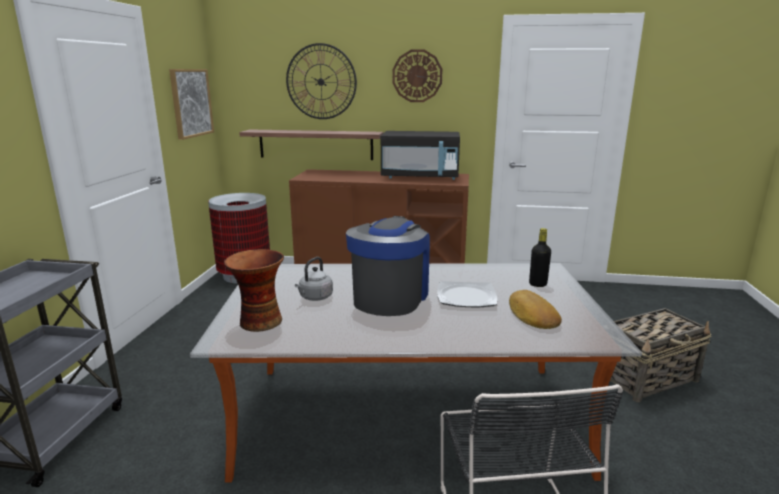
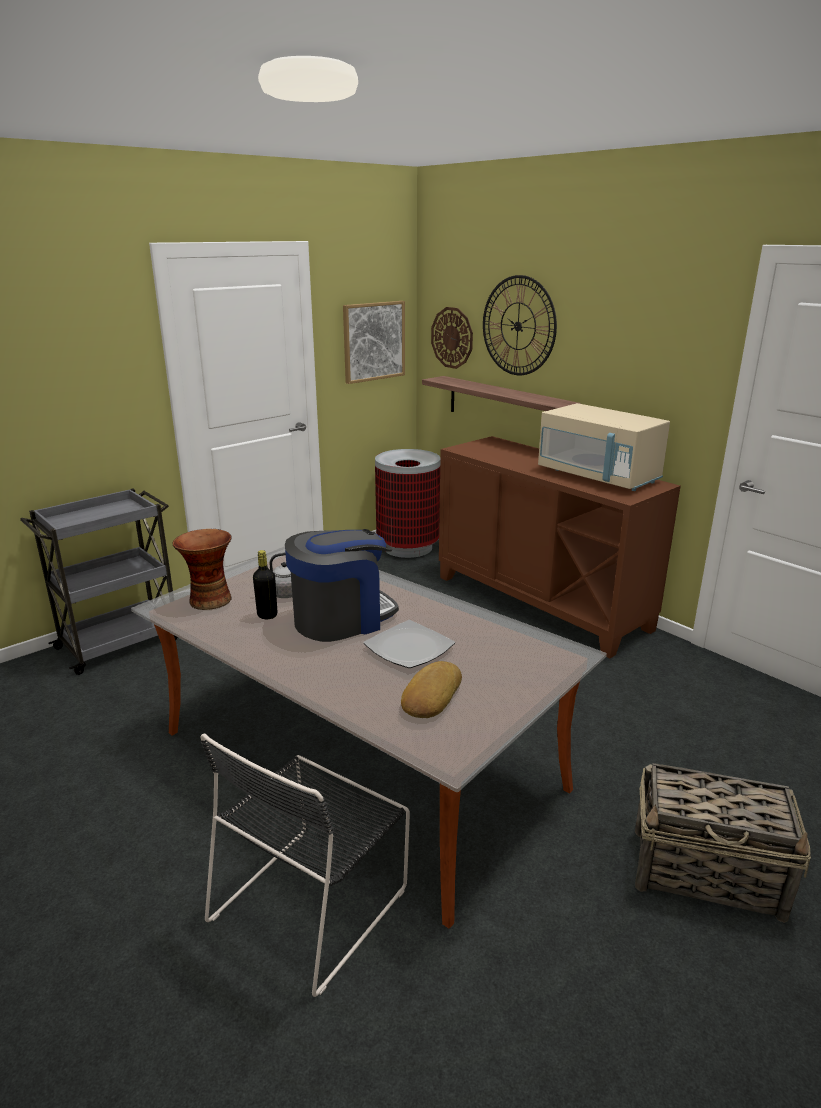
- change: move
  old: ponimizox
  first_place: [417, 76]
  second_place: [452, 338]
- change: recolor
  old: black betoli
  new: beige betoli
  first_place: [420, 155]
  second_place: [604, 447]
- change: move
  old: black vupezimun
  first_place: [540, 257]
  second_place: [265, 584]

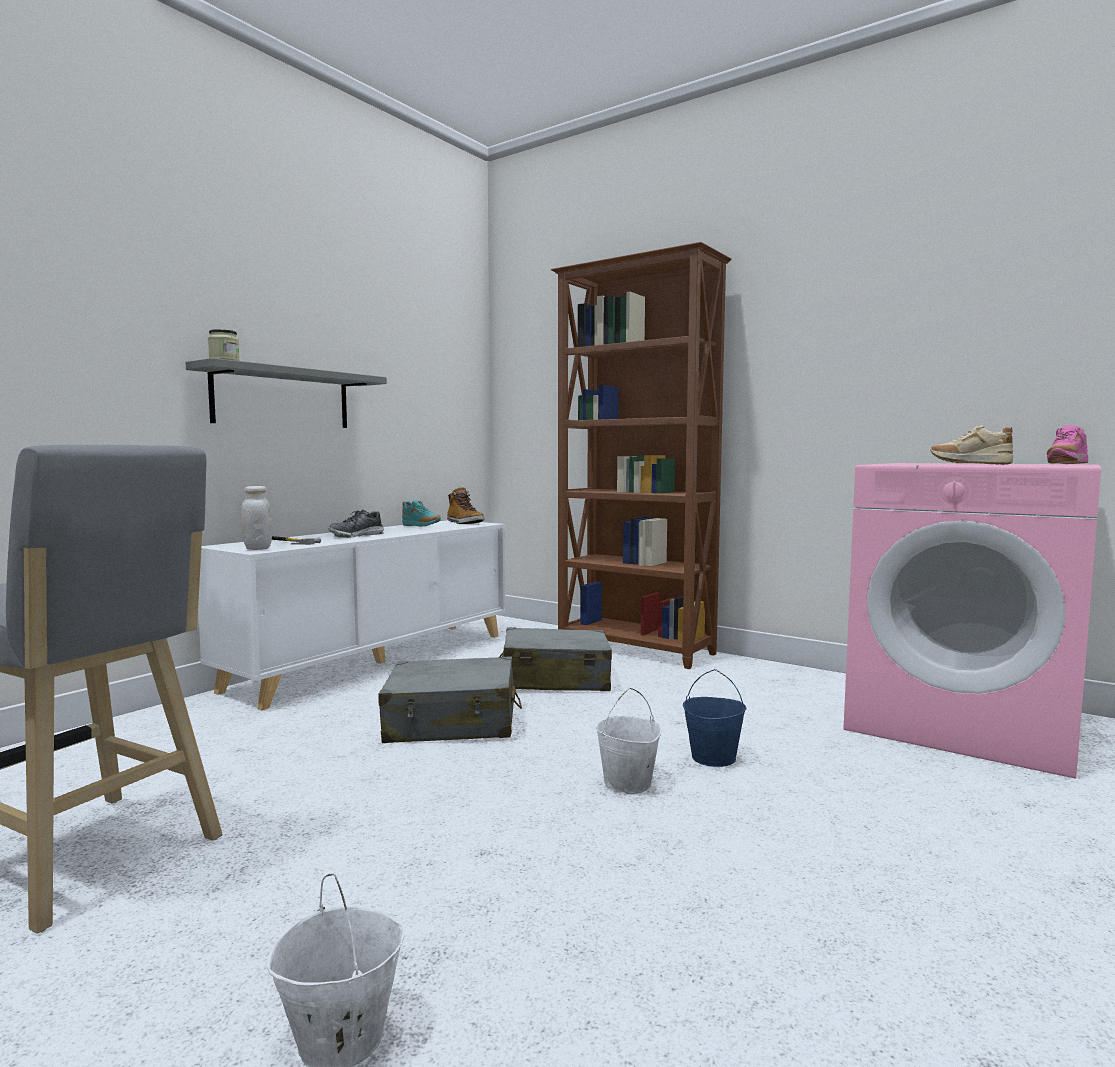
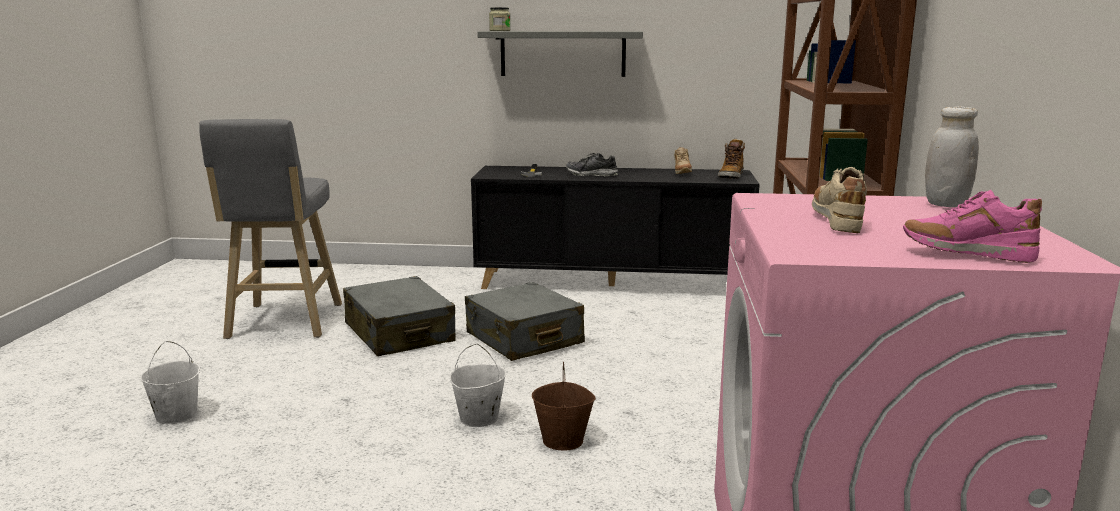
- change: move
  old: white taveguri
  first_place: [256, 518]
  second_place: [952, 156]
- change: recolor
  old: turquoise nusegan
  new: beige nusegan
  first_place: [421, 513]
  second_place: [683, 160]
- change: recolor
  old: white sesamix
  new: black sesamix
  first_place: [352, 615]
  second_place: [615, 227]
- change: move
  old: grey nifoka
  first_place: [555, 659]
  second_place: [399, 316]
- change: recolor
  old: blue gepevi
  new: brown gepevi
  first_place: [714, 718]
  second_place: [564, 406]

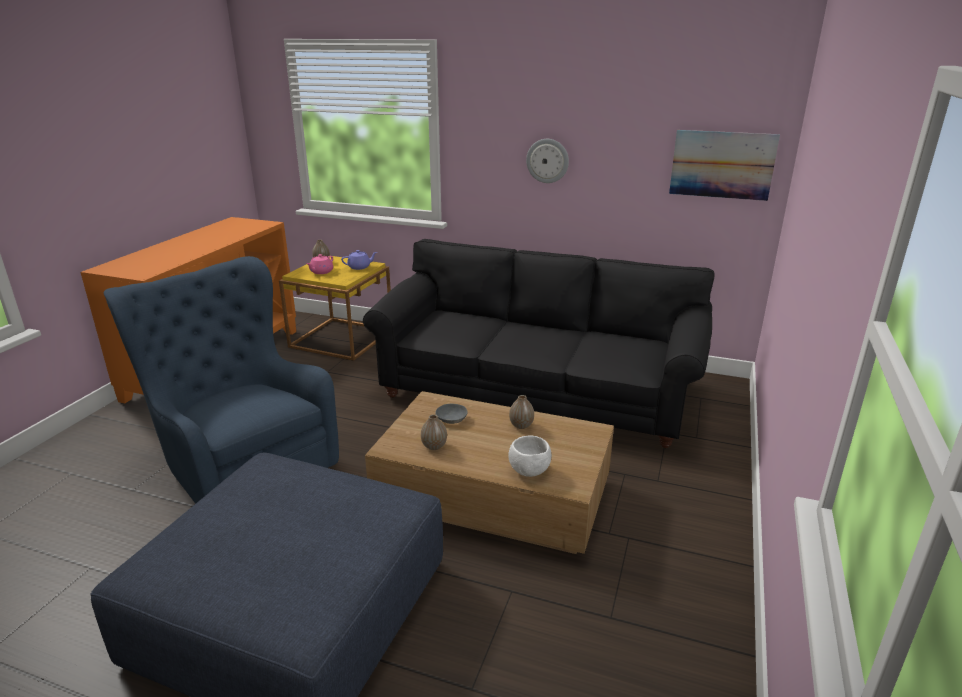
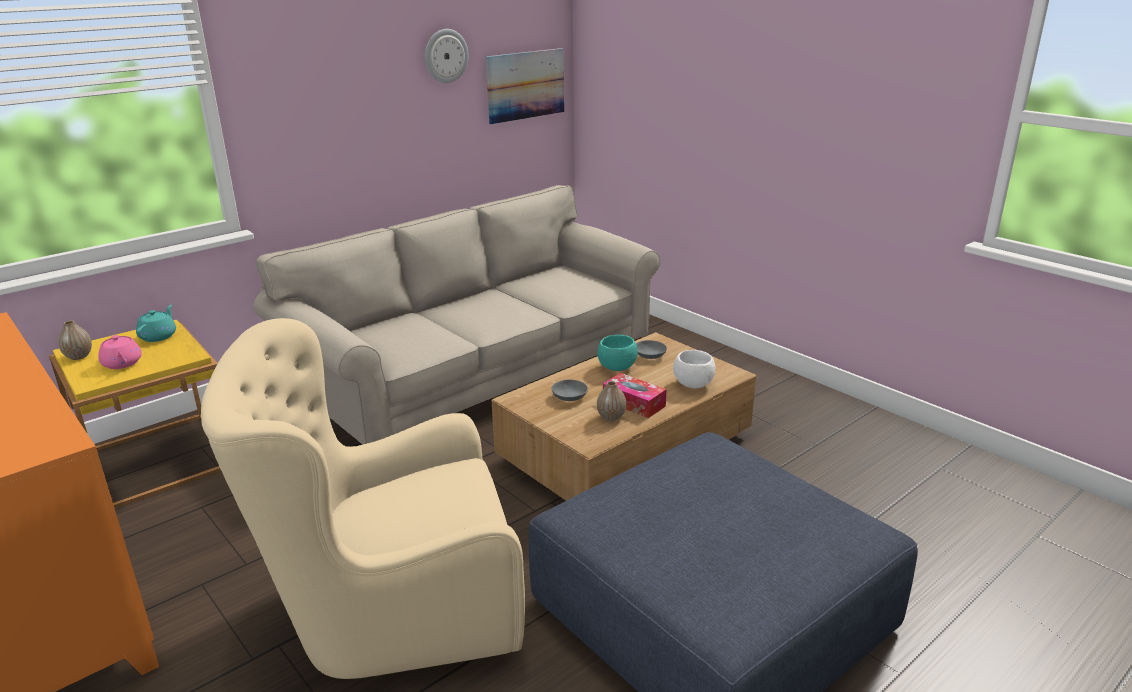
- change: move
  old: ponimizox
  first_place: [547, 161]
  second_place: [446, 56]
- change: recolor
  old: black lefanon
  new: beige lefanon
  first_place: [539, 343]
  second_place: [456, 315]
- change: recolor
  old: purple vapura
  new: turquoise vapura
  first_place: [359, 260]
  second_place: [156, 323]
- change: recolor
  old: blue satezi
  new: beige satezi
  first_place: [221, 380]
  second_place: [363, 498]
- change: replace
  old: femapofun
  new: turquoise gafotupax
  first_place: [521, 412]
  second_place: [618, 353]
- change: insert
  new: grey gafotupax
  second_place: [651, 349]
- change: insert
  new: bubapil
  second_place: [635, 395]

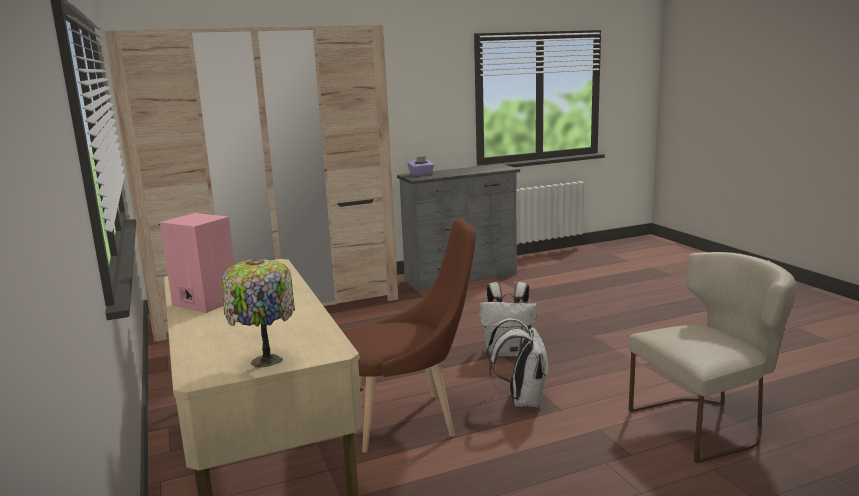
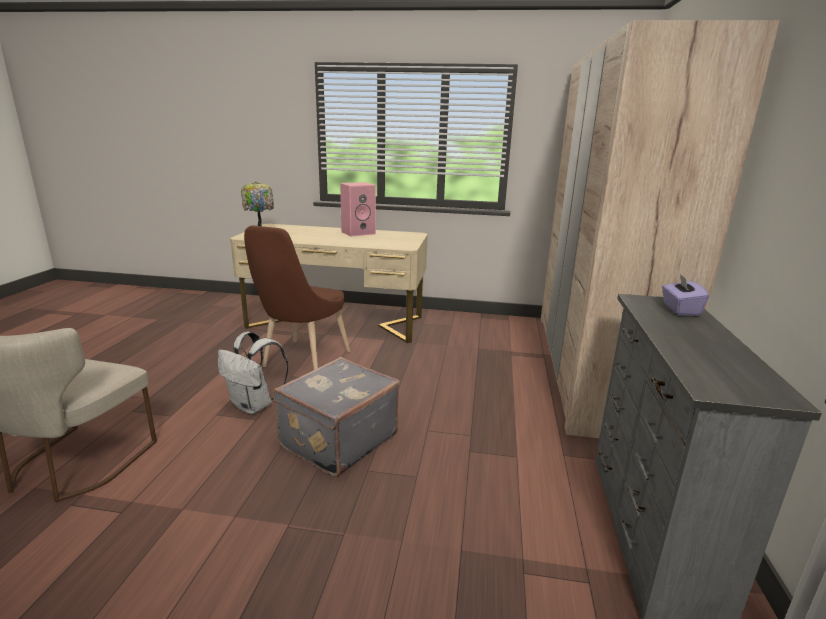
- change: replace
  old: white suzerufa
  new: grey nifoka
  first_place: [508, 319]
  second_place: [336, 417]

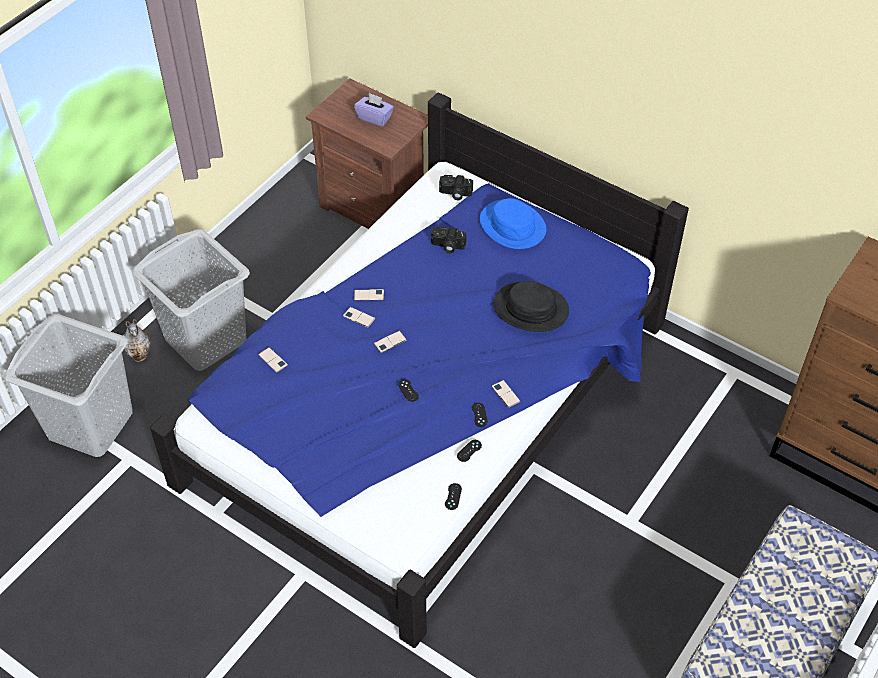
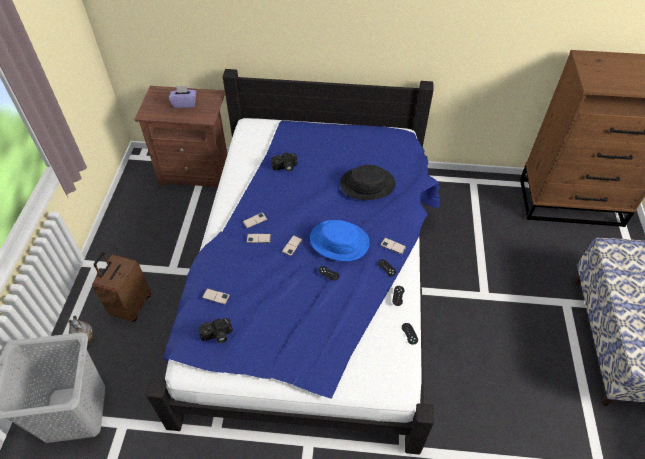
- change: move
  old: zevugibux
  first_place: [456, 187]
  second_place: [215, 330]
- change: move
  old: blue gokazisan
  first_place: [513, 223]
  second_place: [340, 240]
- change: replace
  old: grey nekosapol
  new: brown nifoka
  first_place: [191, 300]
  second_place: [121, 287]

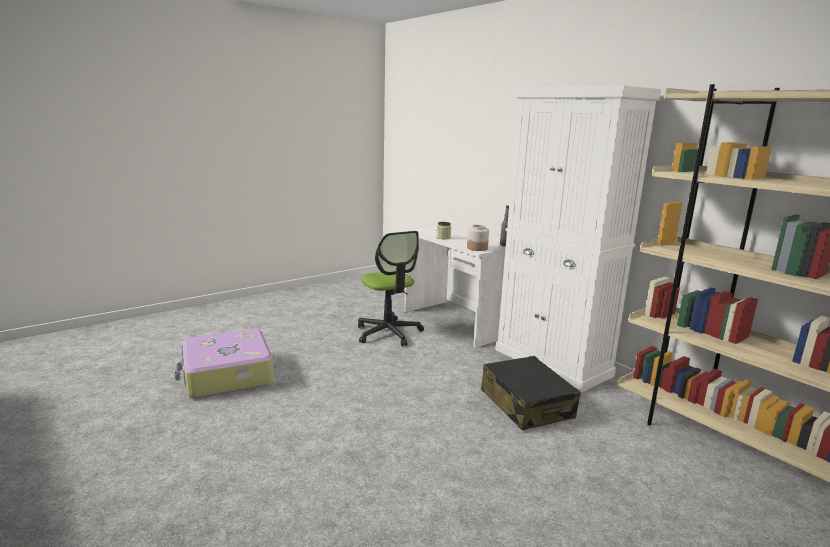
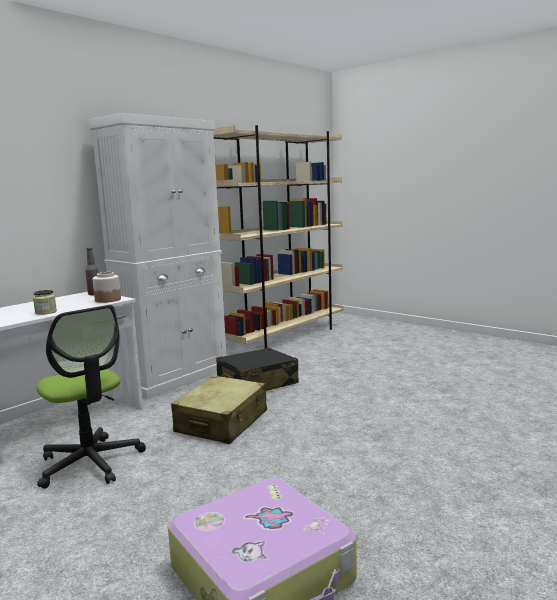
- change: rotate
  old: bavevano
  first_place: [391, 288]
  second_place: [91, 397]
  degrees: 90
- change: insert
  new: beige nifoka
  second_place: [219, 409]

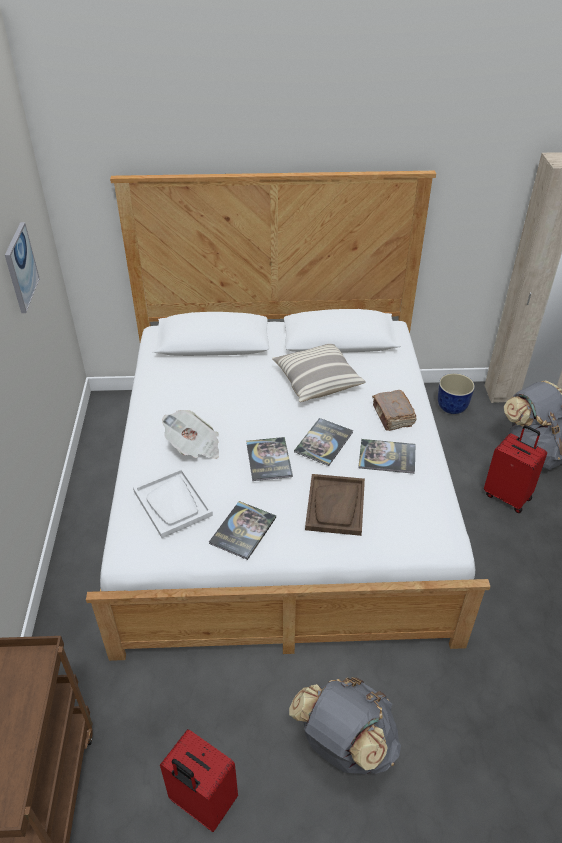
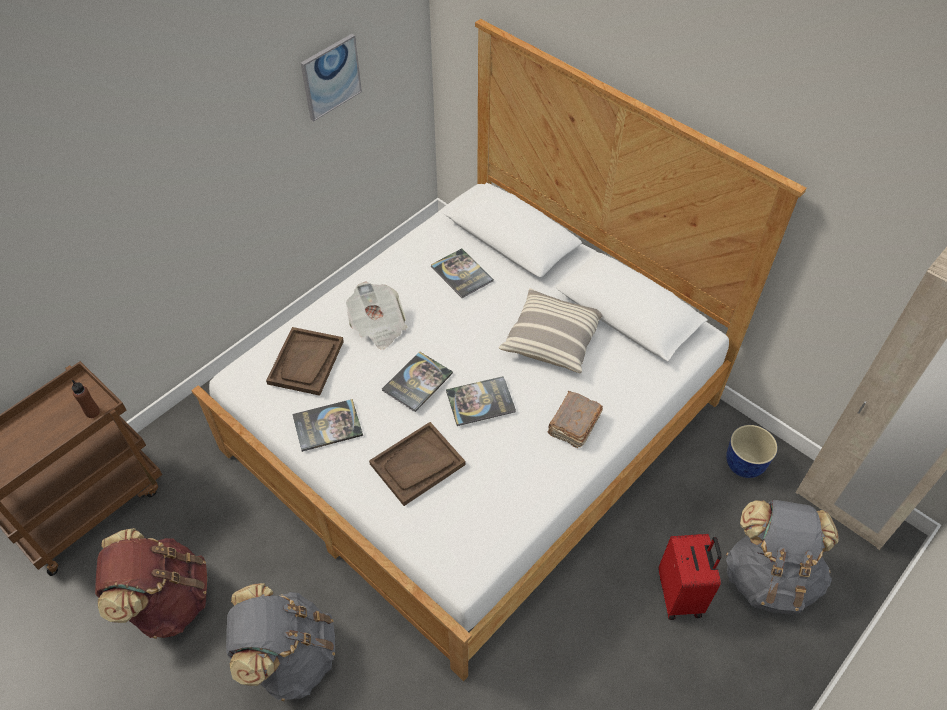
- change: move
  old: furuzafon
  first_place: [386, 456]
  second_place: [462, 273]
- change: recolor
  old: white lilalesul
  new: brown lilalesul
  first_place: [173, 503]
  second_place: [305, 361]
- change: replace
  old: red nifoka
  new: brown suzerufa
  first_place: [199, 780]
  second_place: [151, 583]
- change: insert
  new: brown vupezimun
  second_place: [86, 399]

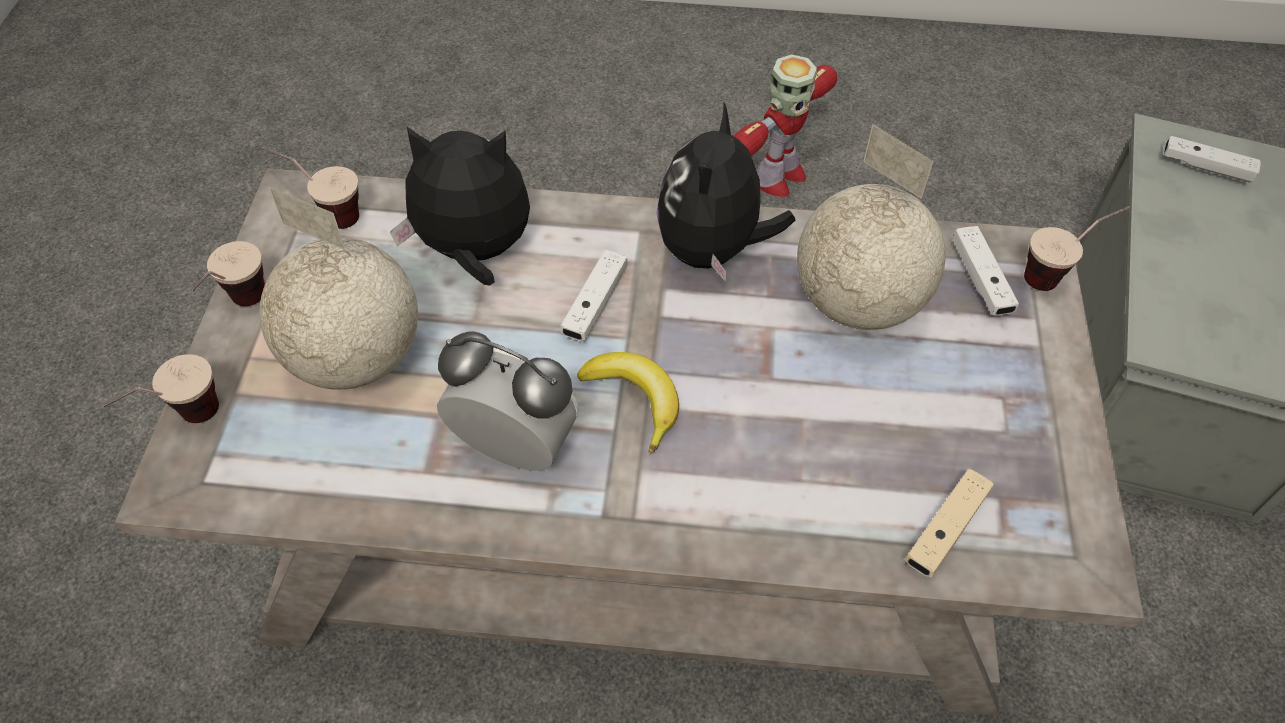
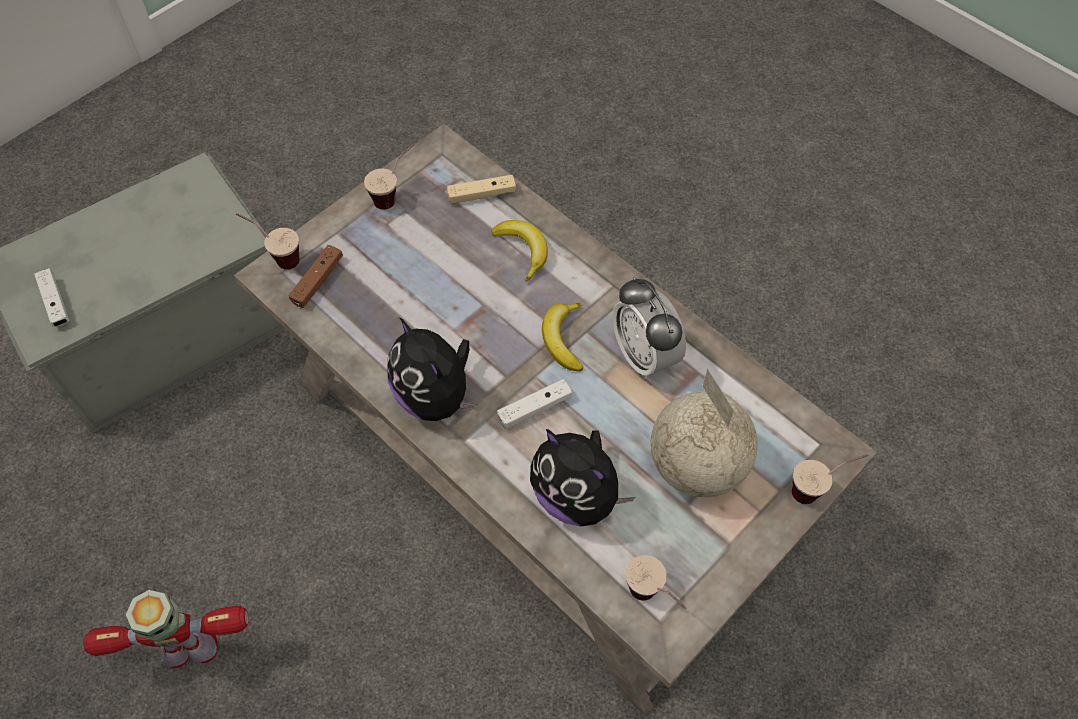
- change: rotate
  old: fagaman
  first_place: [725, 192]
  second_place: [433, 369]
  degrees: 90
- change: delete
  old: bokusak
  first_place: [871, 227]
- change: recolor
  old: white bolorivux
  new: brown bolorivux
  first_place: [986, 271]
  second_place: [315, 276]
- change: move
  old: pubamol
  first_place: [227, 273]
  second_place: [389, 177]
- change: insert
  new: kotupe
  second_place: [519, 251]

